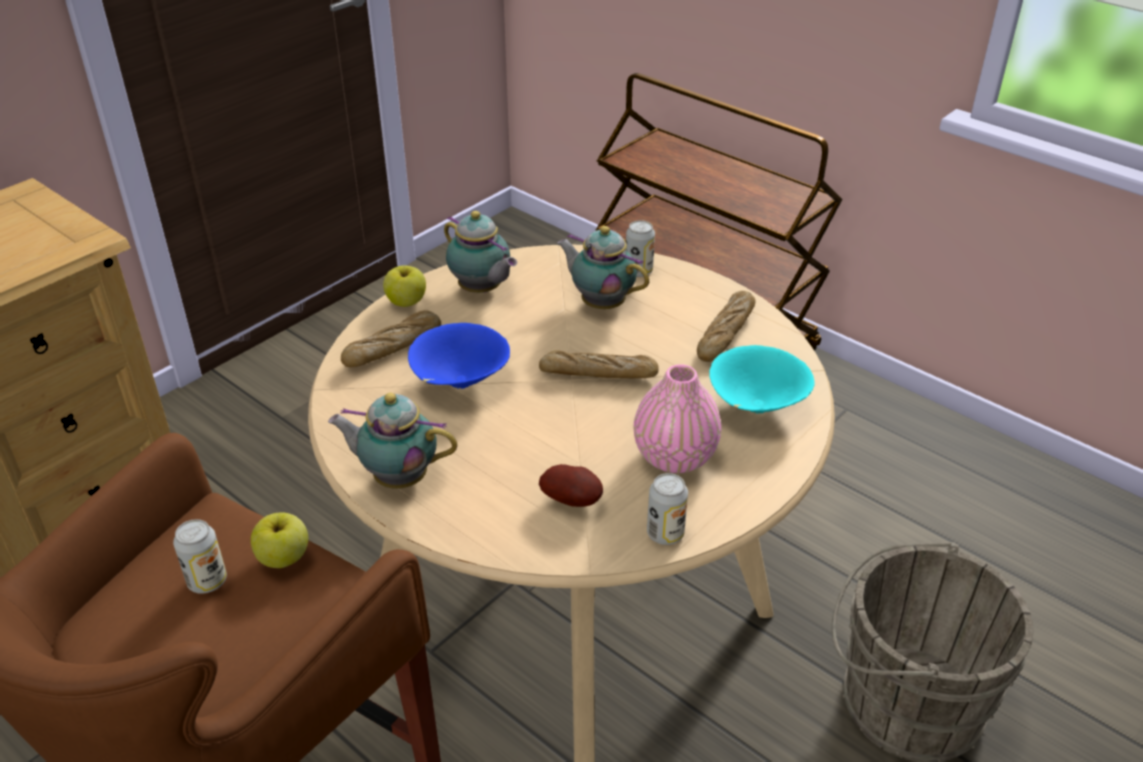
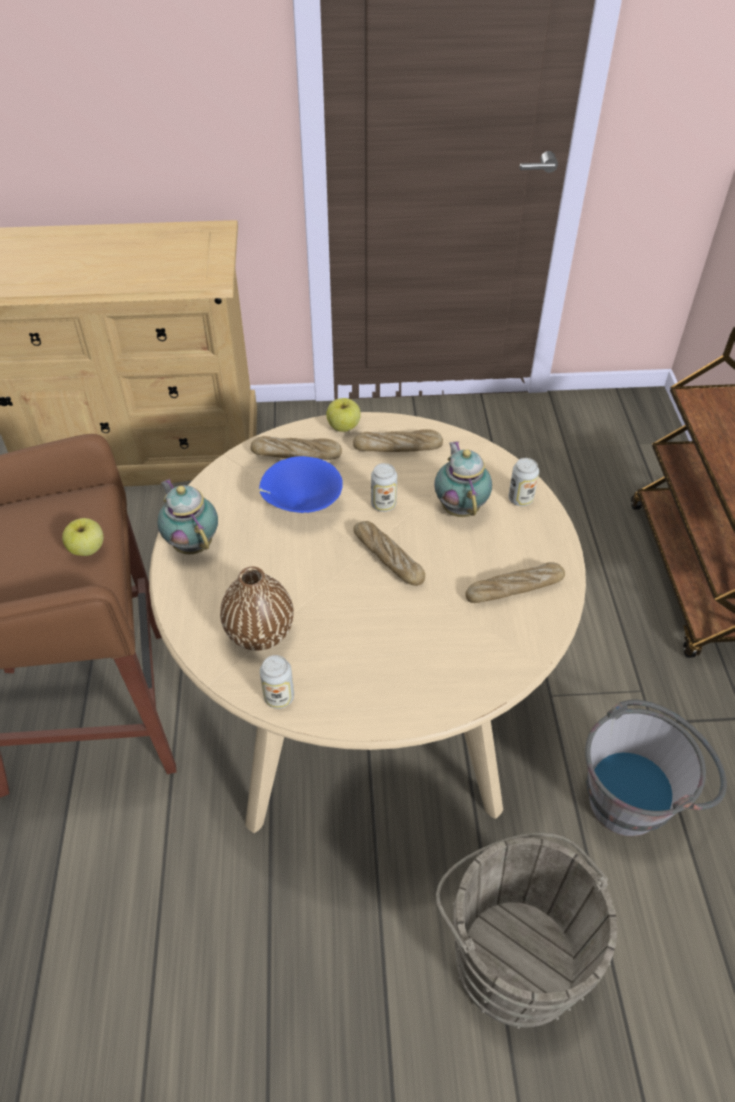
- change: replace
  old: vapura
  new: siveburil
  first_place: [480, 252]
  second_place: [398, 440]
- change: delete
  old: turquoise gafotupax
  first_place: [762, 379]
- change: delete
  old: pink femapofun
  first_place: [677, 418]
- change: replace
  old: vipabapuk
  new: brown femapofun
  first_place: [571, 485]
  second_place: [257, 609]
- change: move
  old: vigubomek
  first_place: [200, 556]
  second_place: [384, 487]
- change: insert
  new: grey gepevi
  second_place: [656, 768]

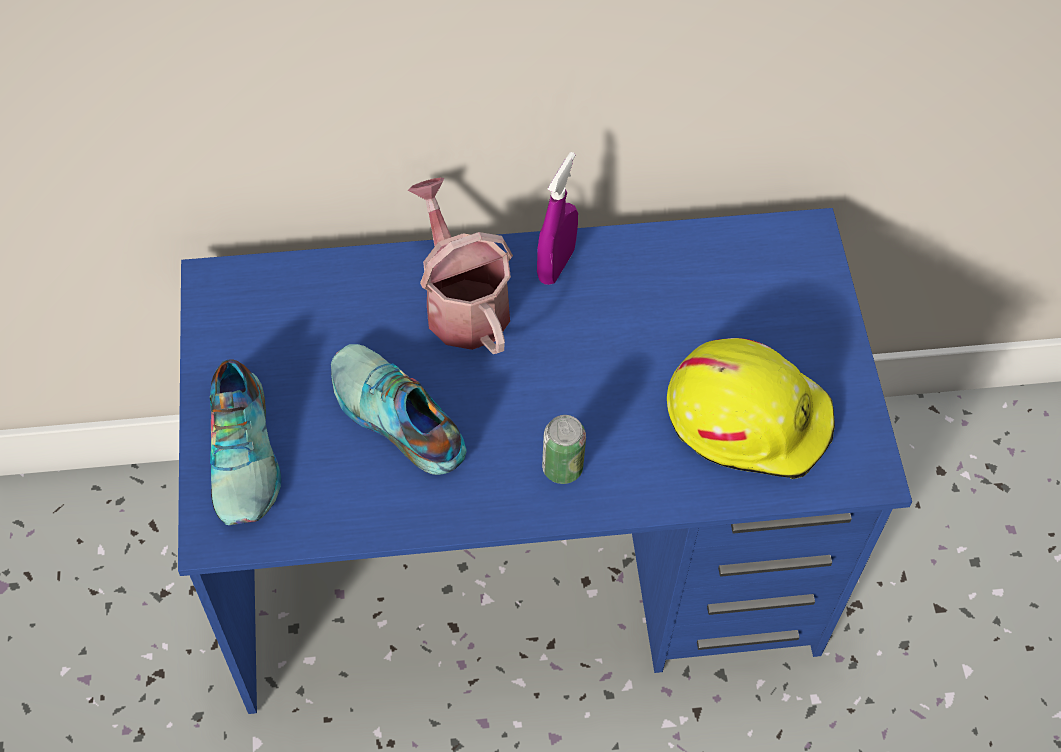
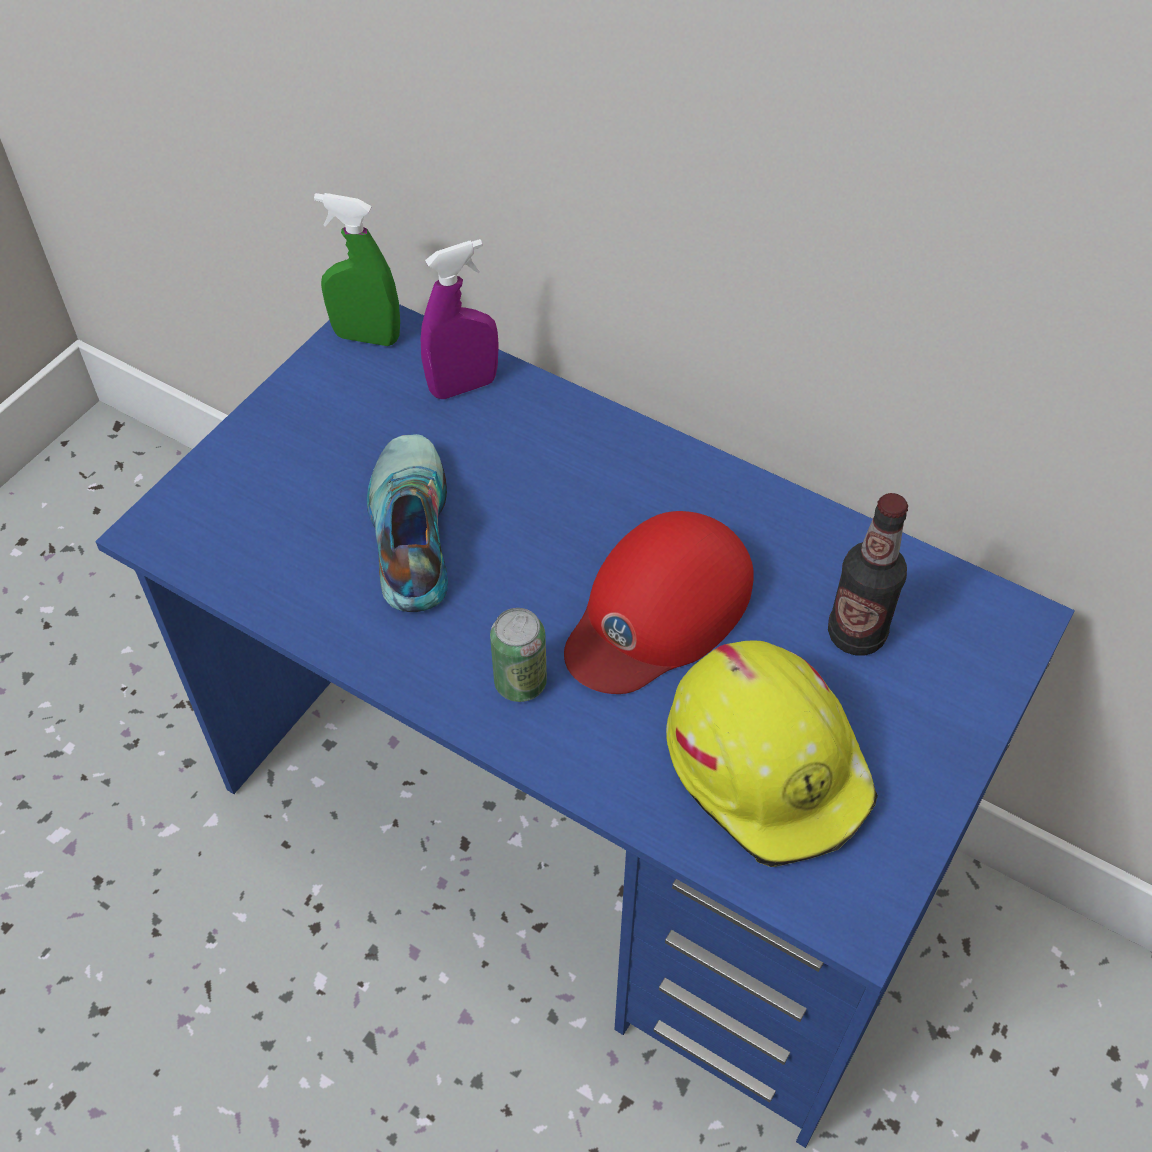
- change: move
  old: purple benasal
  first_place: [557, 218]
  second_place: [459, 319]
- change: delete
  old: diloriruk
  first_place: [460, 266]
- change: delete
  old: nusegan
  first_place: [245, 442]
- change: insert
  new: green benasal
  second_place: [357, 269]
- change: insert
  new: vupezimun
  second_place: [868, 574]
- change: insert
  new: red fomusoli
  second_place: [659, 602]

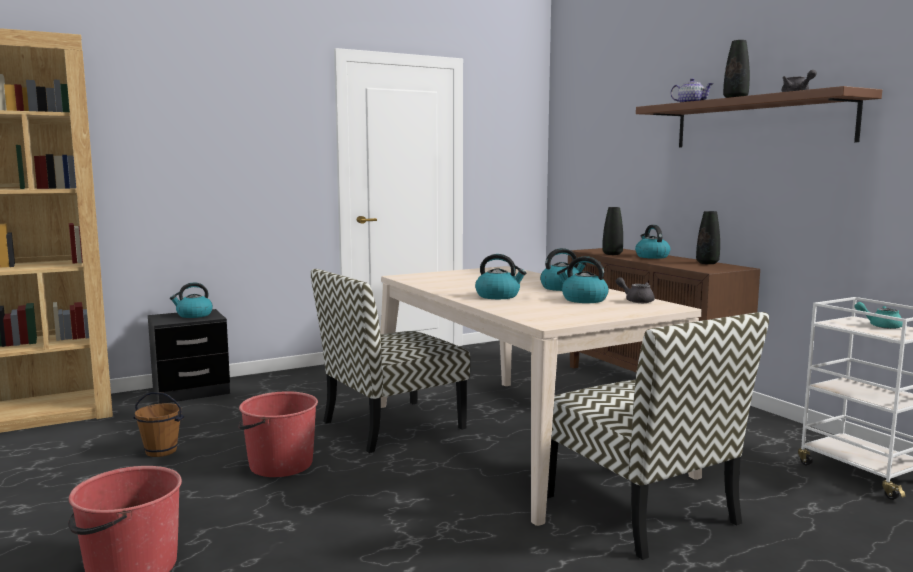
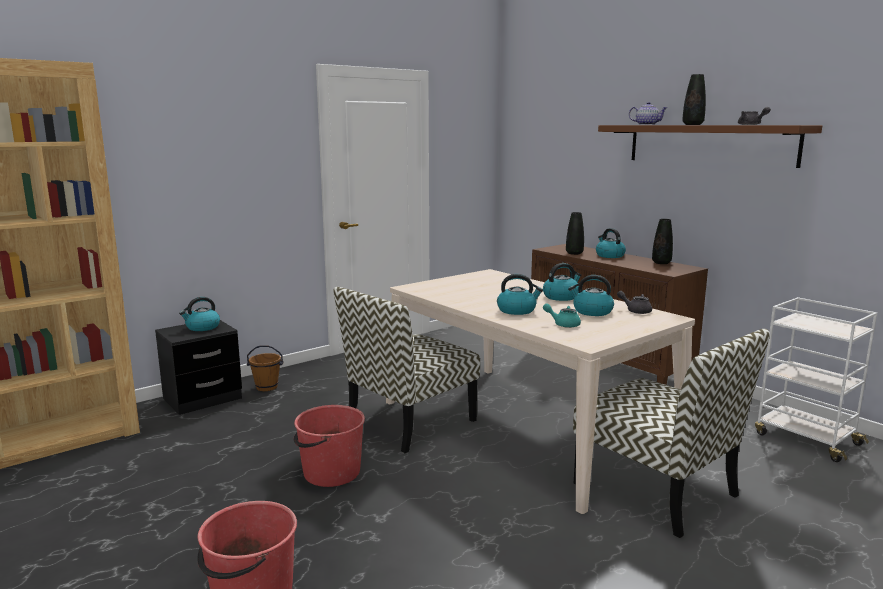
- change: move
  old: turquoise vapura
  first_place: [878, 315]
  second_place: [562, 315]
- change: move
  old: brown gepevi
  first_place: [158, 424]
  second_place: [265, 368]

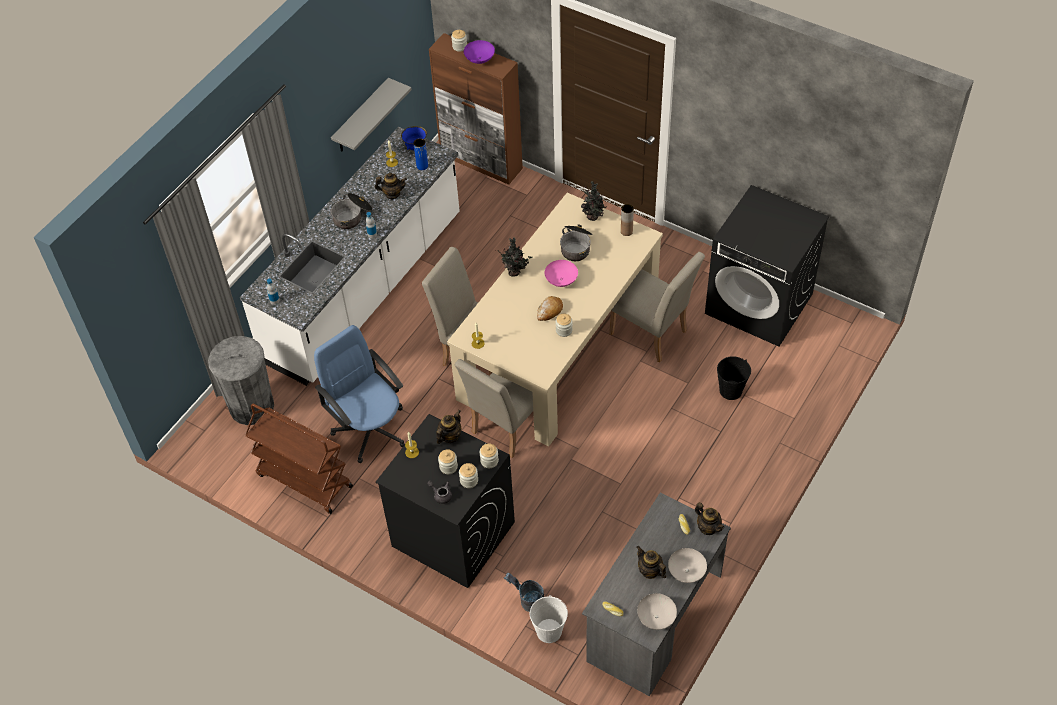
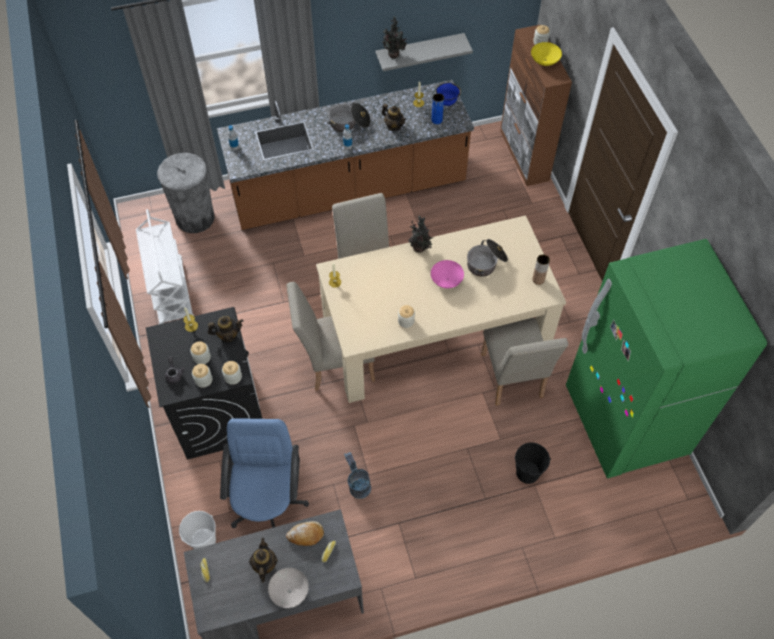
- change: recolor
  old: purple gafotupax
  new: yellow gafotupax
  first_place: [479, 52]
  second_place: [546, 54]
- change: recolor
  old: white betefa
  new: brown betefa
  first_place: [350, 256]
  second_place: [345, 155]
- change: move
  old: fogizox
  first_place: [593, 201]
  second_place: [395, 37]
- change: replace
  old: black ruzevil
  new: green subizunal
  first_place: [767, 266]
  second_place: [666, 358]
- change: move
  old: siveburil
  first_place: [550, 308]
  second_place: [305, 533]
- change: move
  old: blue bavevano
  first_place: [359, 394]
  second_place: [264, 473]
- change: recolor
  old: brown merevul
  new: white merevul
  first_place: [299, 459]
  second_place: [165, 266]
- change: delete
  old: vapura
  first_place: [709, 518]
- change: move
  old: grey gepevi
  first_place: [524, 592]
  second_place: [357, 475]
- change: delete
  old: white gafotupax
  first_place: [657, 611]

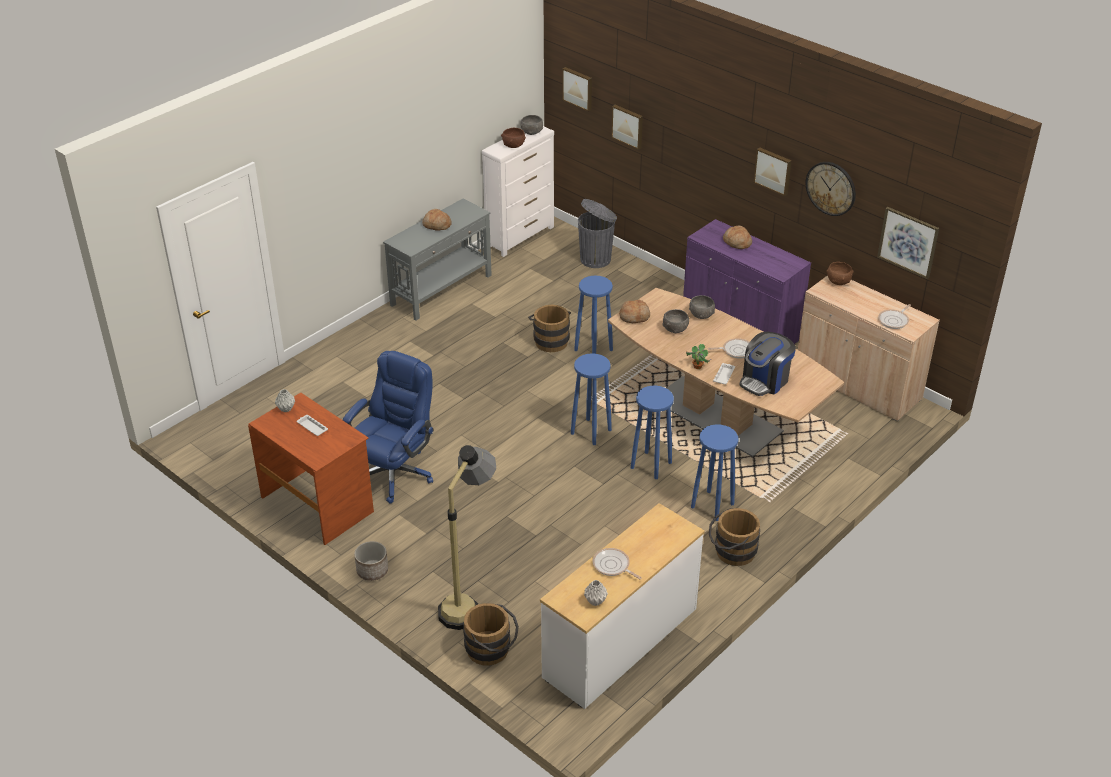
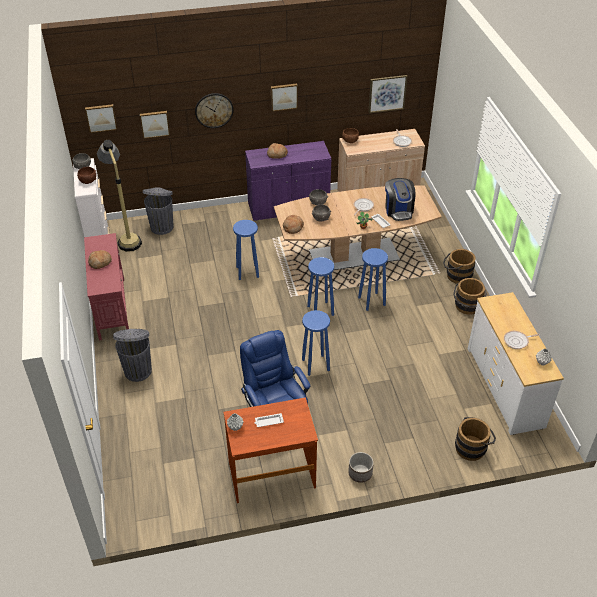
- change: move
  old: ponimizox
  first_place: [831, 189]
  second_place: [214, 110]
- change: recolor
  old: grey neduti
  new: red neduti
  first_place: [437, 260]
  second_place: [106, 287]
- change: move
  old: brown gepevi
  first_place: [549, 328]
  second_place: [459, 266]
- change: move
  old: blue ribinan
  first_place: [715, 472]
  second_place: [316, 343]
- change: move
  old: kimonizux
  first_place: [467, 537]
  second_place: [119, 196]
- change: insert
  new: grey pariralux
  second_place: [132, 355]

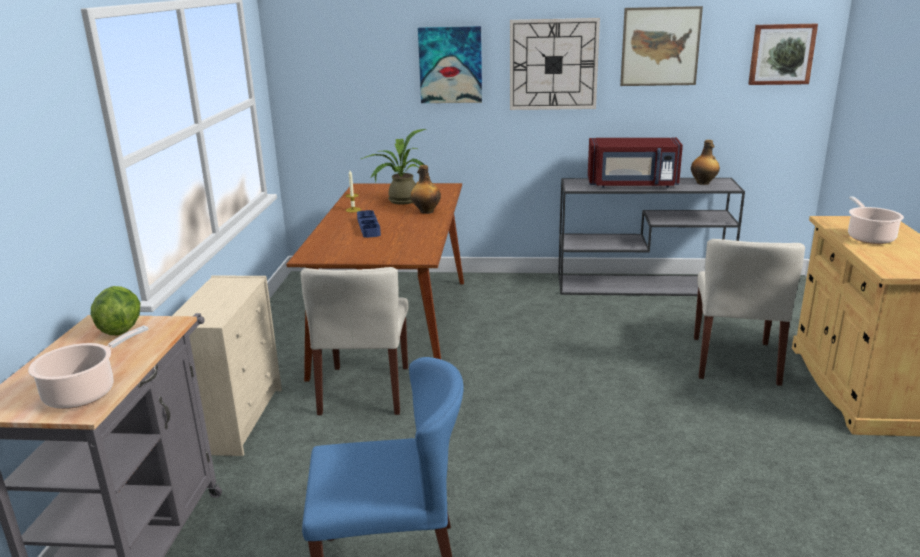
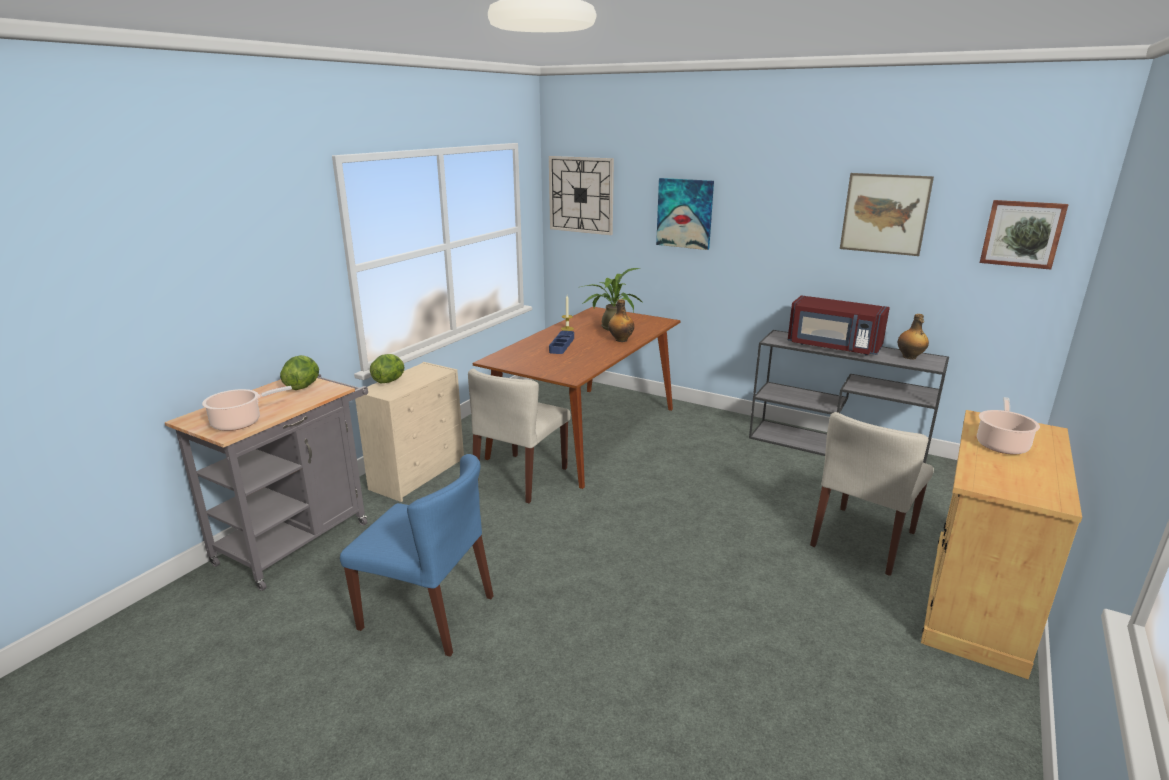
- change: move
  old: ponimizox
  first_place: [555, 64]
  second_place: [581, 195]
- change: insert
  new: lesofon
  second_place: [387, 368]

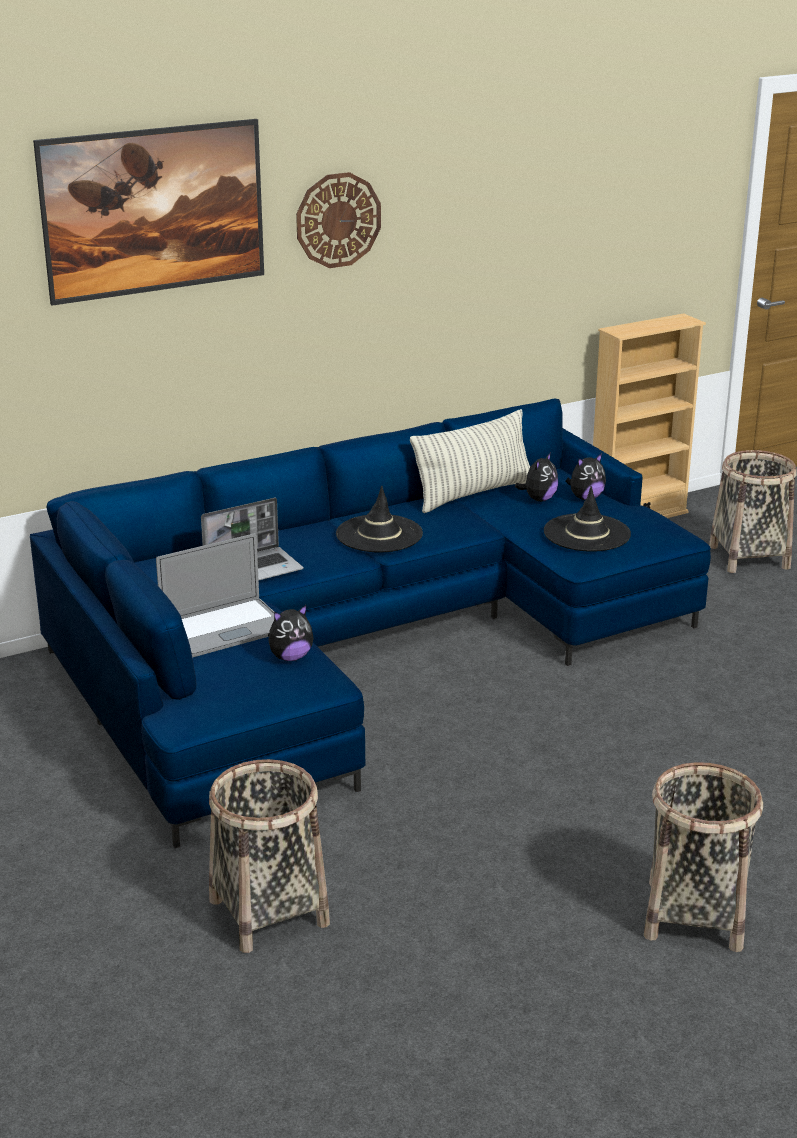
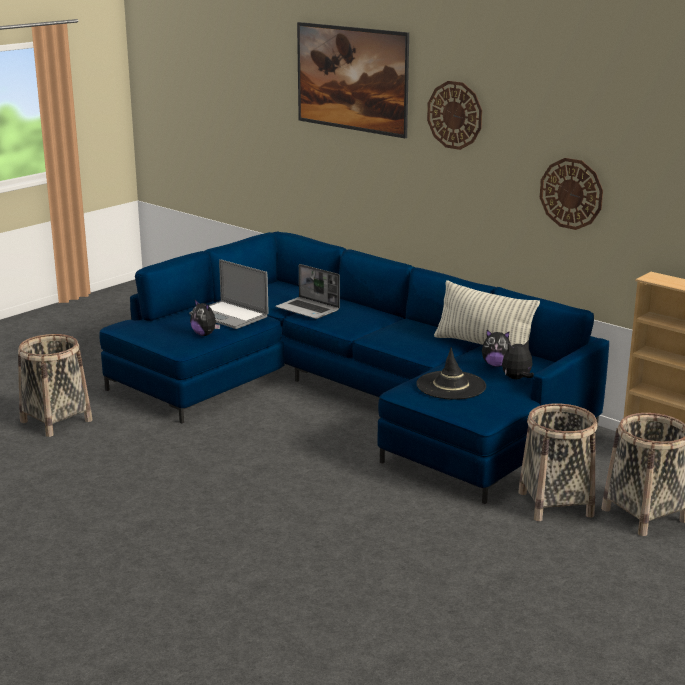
- change: rotate
  old: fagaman
  first_place: [585, 476]
  second_place: [518, 359]
  degrees: 120
- change: delete
  old: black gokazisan
  first_place: [379, 519]
- change: move
  old: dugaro
  first_place: [703, 857]
  second_place: [557, 462]
- change: insert
  new: ponimizox
  second_place: [571, 194]

